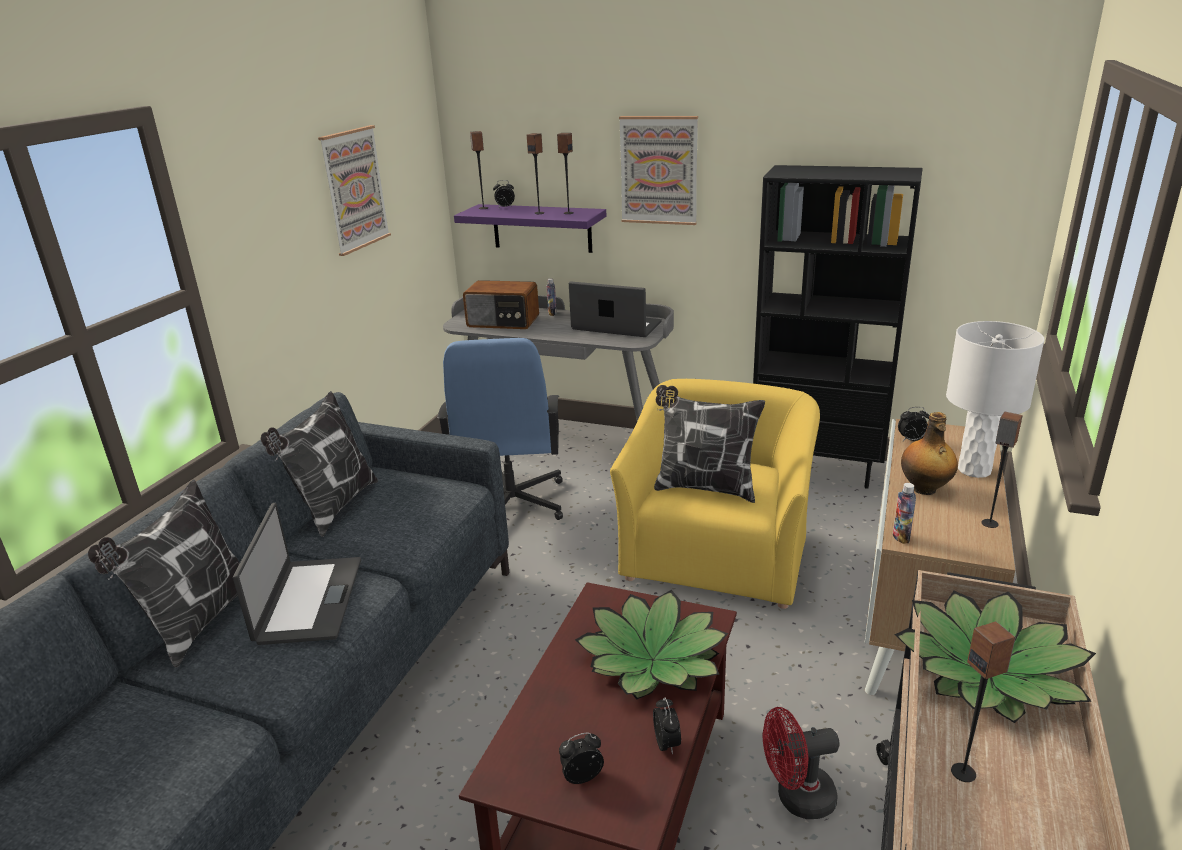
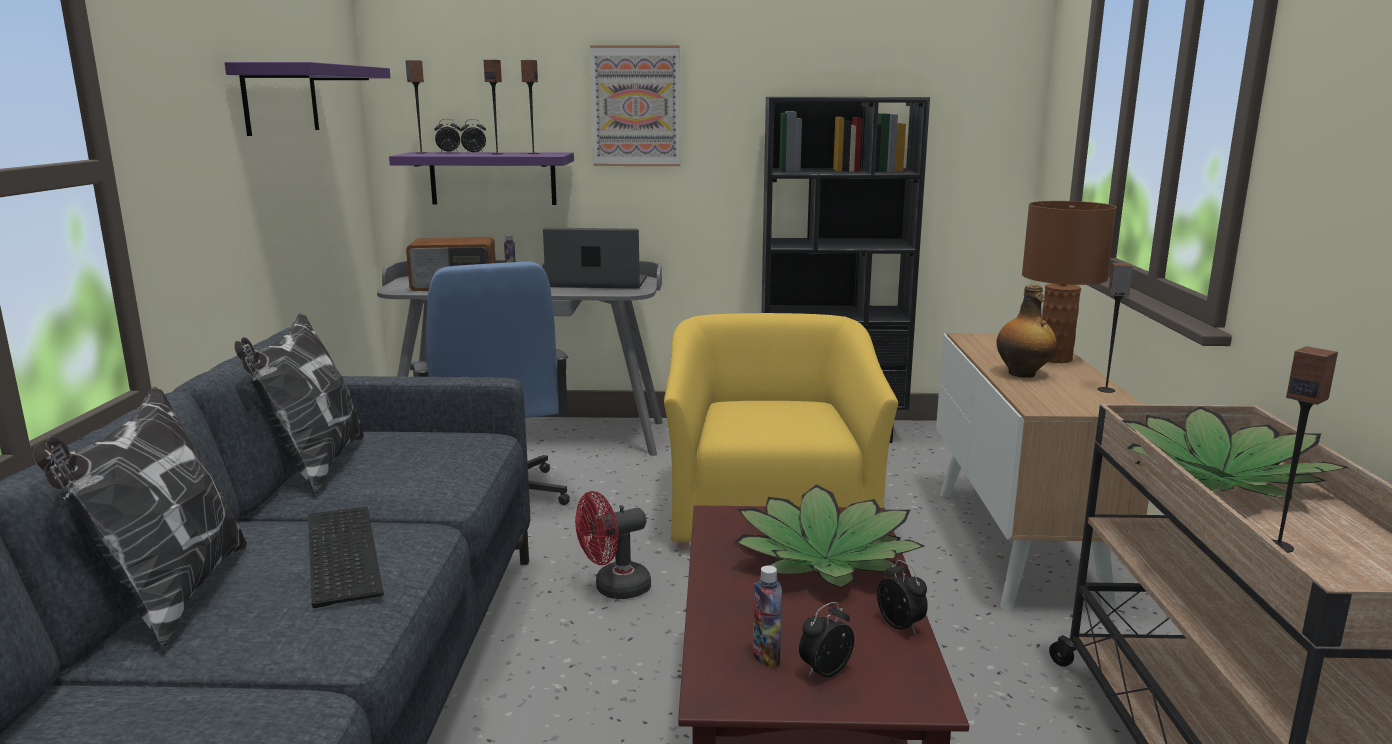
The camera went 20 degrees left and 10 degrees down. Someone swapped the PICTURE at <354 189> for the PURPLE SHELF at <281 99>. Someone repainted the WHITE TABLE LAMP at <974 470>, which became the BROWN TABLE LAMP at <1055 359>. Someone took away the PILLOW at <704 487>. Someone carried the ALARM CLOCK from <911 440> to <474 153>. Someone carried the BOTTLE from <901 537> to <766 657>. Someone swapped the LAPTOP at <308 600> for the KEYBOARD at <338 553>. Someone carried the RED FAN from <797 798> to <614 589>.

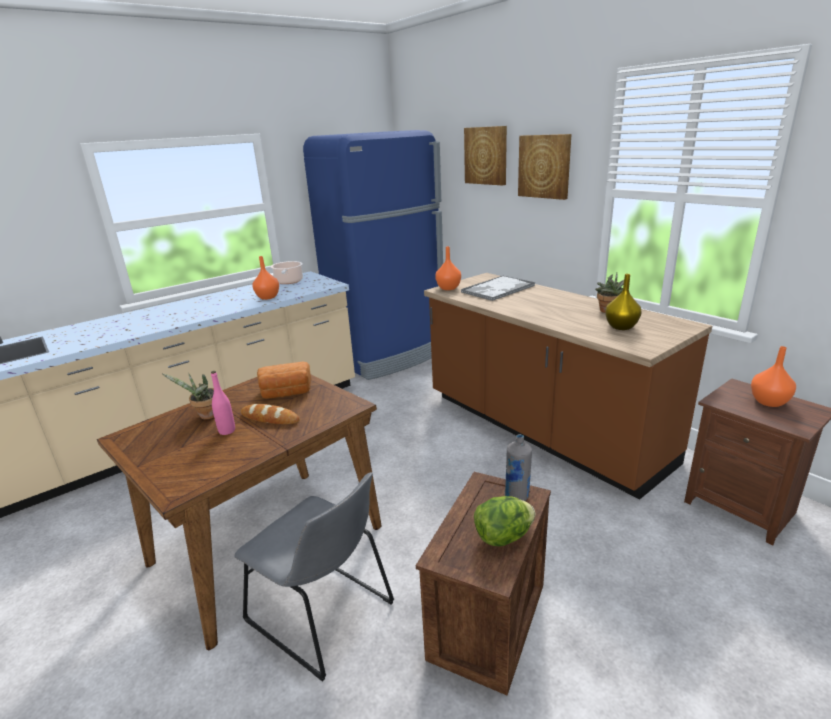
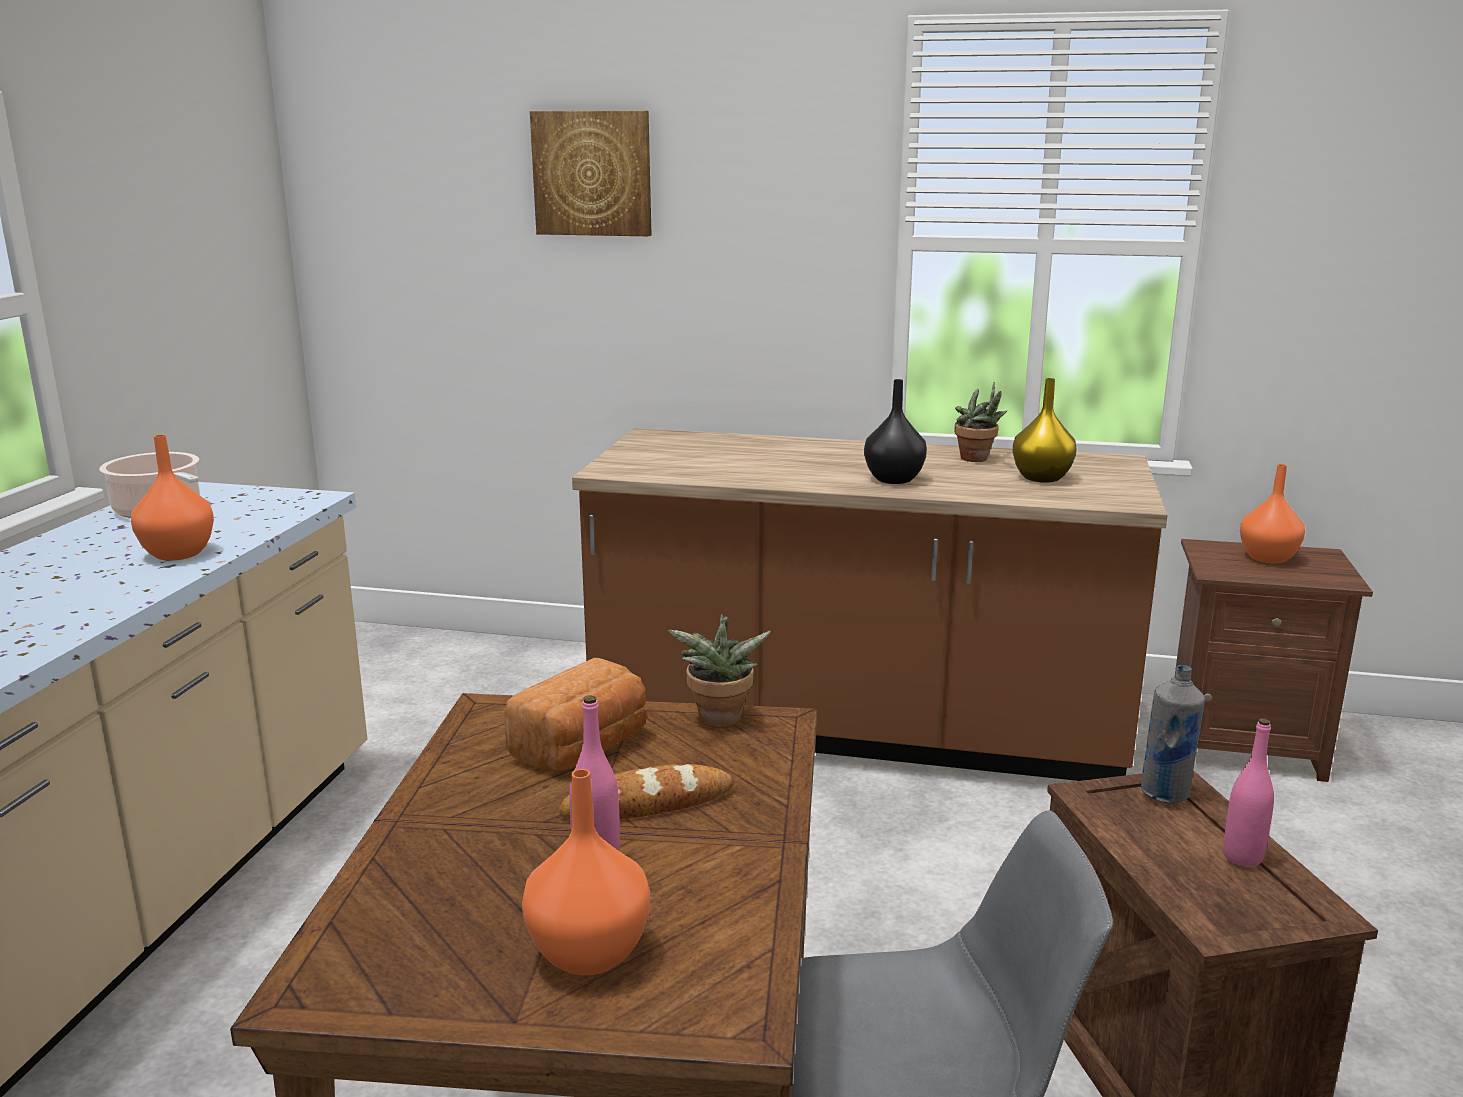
The camera went 40 degrees left and 5 degrees down. Someone took away the BLUE FRIDGE at <388 356>. Someone took away the PICTURE at <544 166>. Someone carried the ORANGE VASE from <449 288> to <591 952>. Someone took away the TRAY at <497 289>. Someone carried the POTTED PLANT from <206 416> to <719 721>. Someone swapped the LETTUCE at <503 537> for the PINK BOTTLE at <1242 857>. Someone put down the BLACK VASE at <892 479>.

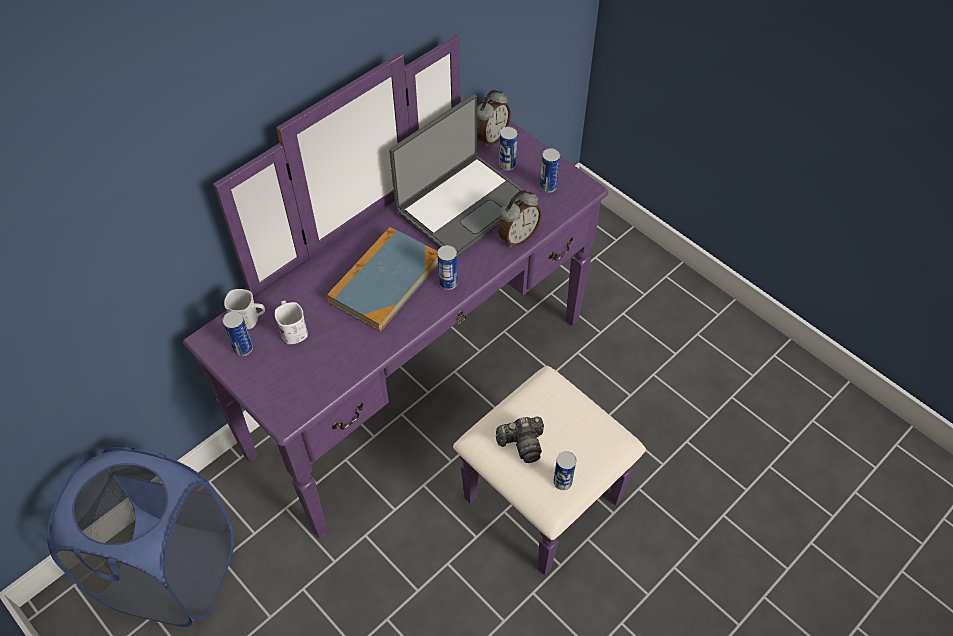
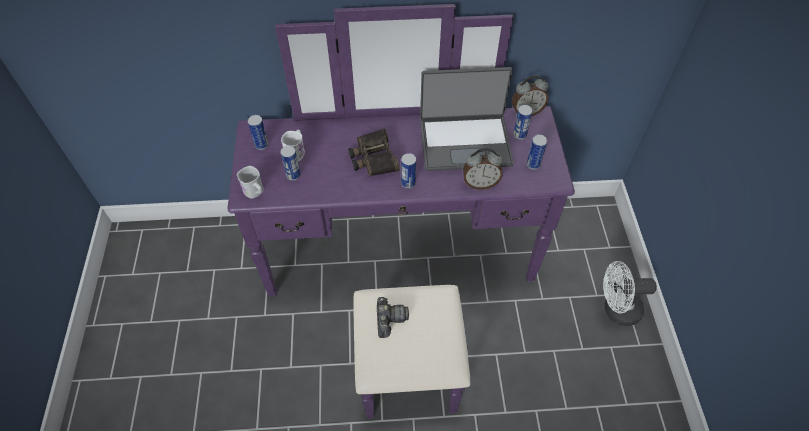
The camera went 40 degrees right and 0 degrees up. Someone swapped the BOOK at <384 281> for the BINOCULARS at <373 158>. Someone carried the WHITE MUG from <250 320> to <255 192>. Someone rotated the PHOTO CAMERA at <522 444> by 120 degrees counterclockwise. Someone took away the BLUE LAUNDRY BASKET at <171 573>. Someone carried the CAN from <562 482> to <293 175>. Someone put down the WHITE FAN at <616 310>.

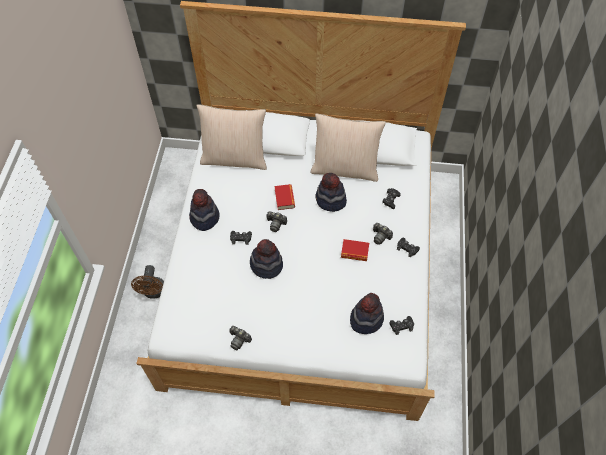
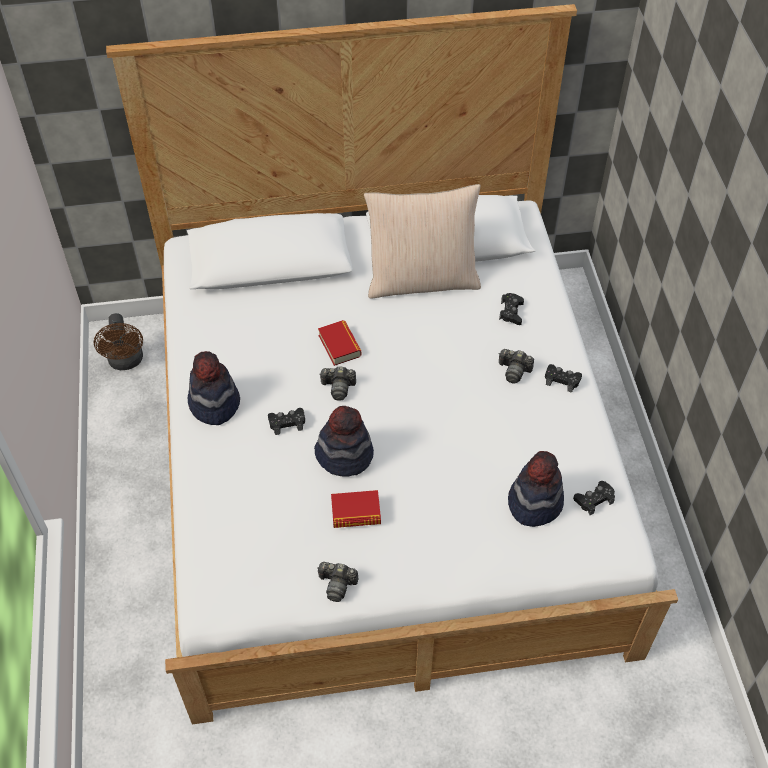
The camera went 15 degrees left and 5 degrees down. Someone took away the BEIGE PILLOW at <235 158>. Someone took away the HAT at <330 200>. Someone carried the BOOK from <354 252> to <356 512>. Someone carried the BROWN FAN from <154 292> to <126 362>.

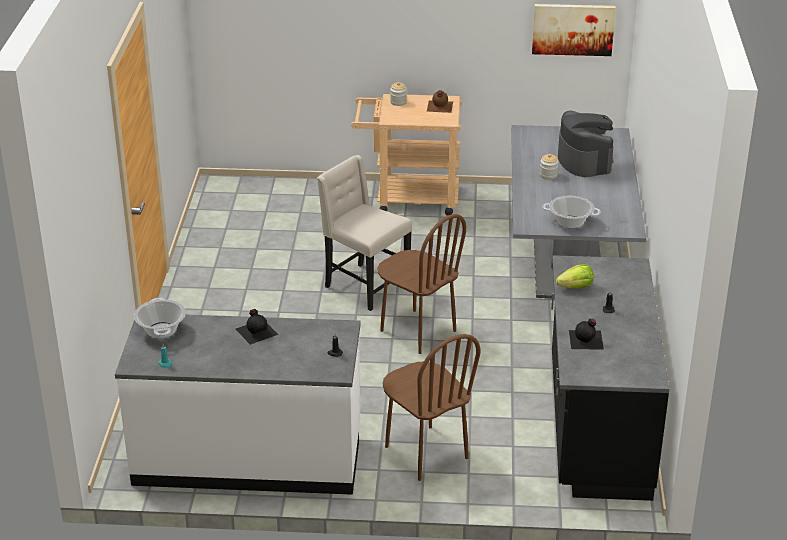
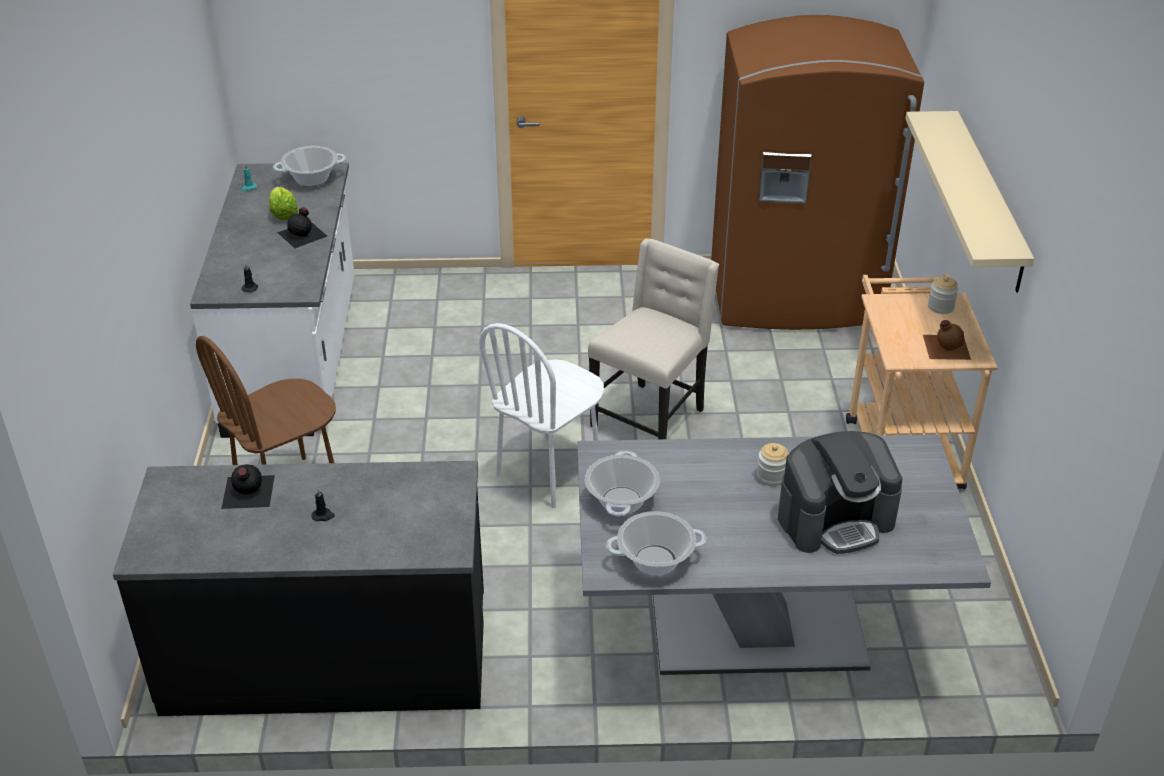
The camera went 85 degrees right and 5 degrees up. Someone took away the PICTURE at <573 29>. Someone repainted the BROWN CHAIR at <417 331>, which became the WHITE CHAIR at <549 472>. Someone carried the LETTUCE from <576 287> to <283 214>. Someone put down the BROWN FRIDGE at <796 297>. Someone put up the BEIGE SHELF at <988 200>. Someone put down the COOKING POT at <655 560>.

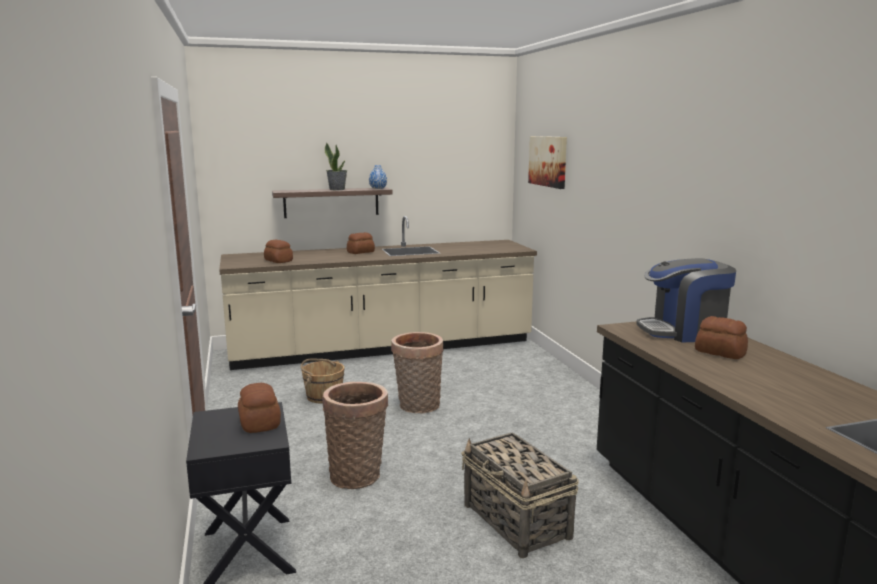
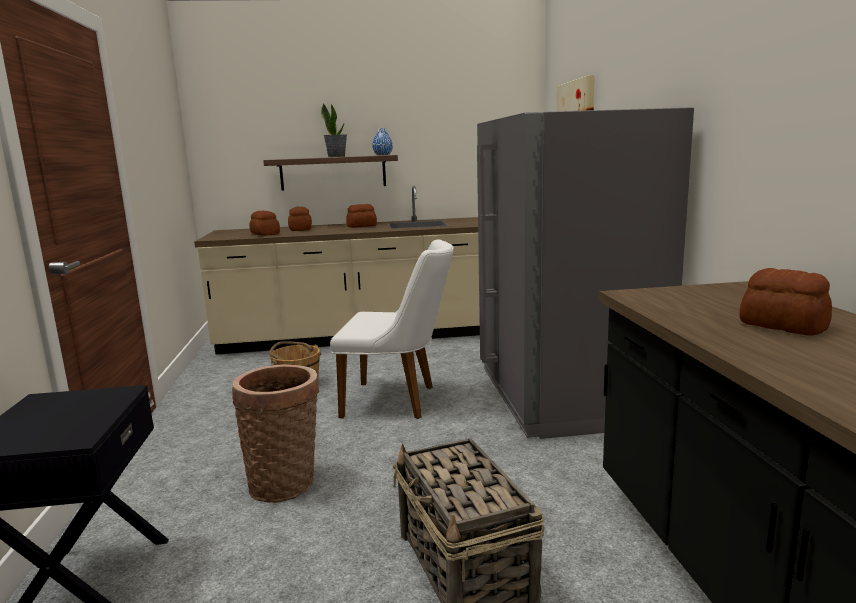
The camera went 10 degrees right and 0 degrees up. Someone took away the COFFEE MACHINE at <683 331>. Someone swapped the BASKET at <418 407> for the WHITE CHAIR at <398 401>. Someone carried the BREAD from <260 422> to <301 229>. Someone put down the GREY FRIDGE at <563 395>.

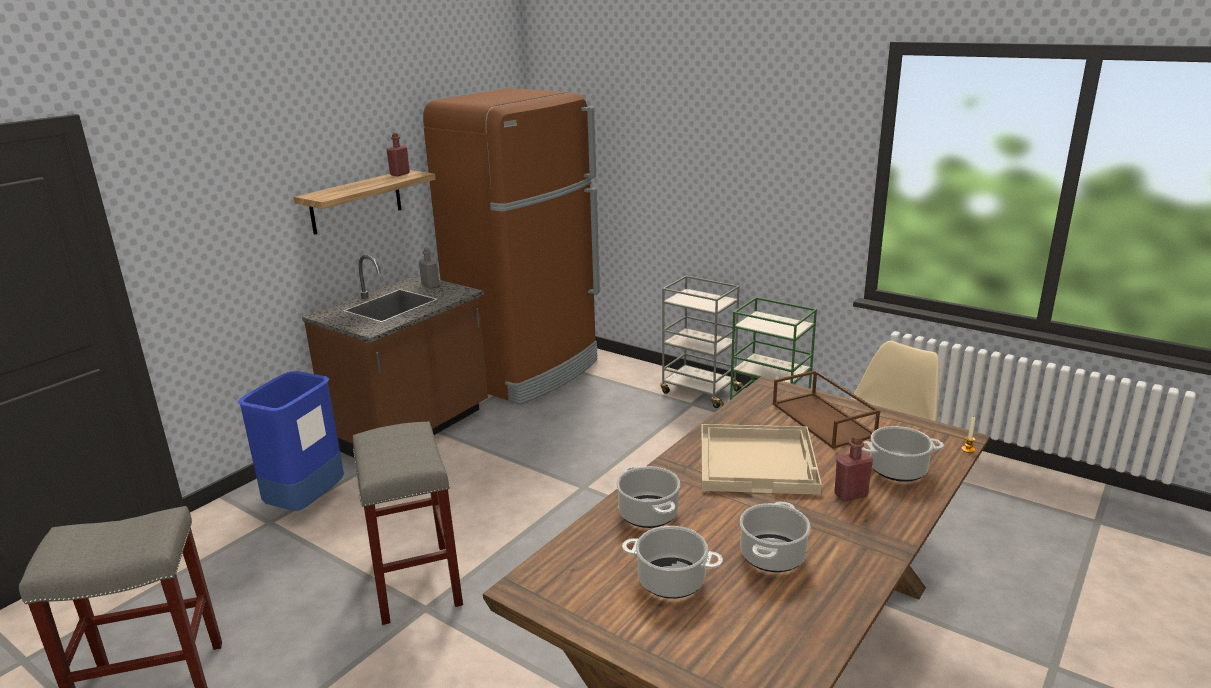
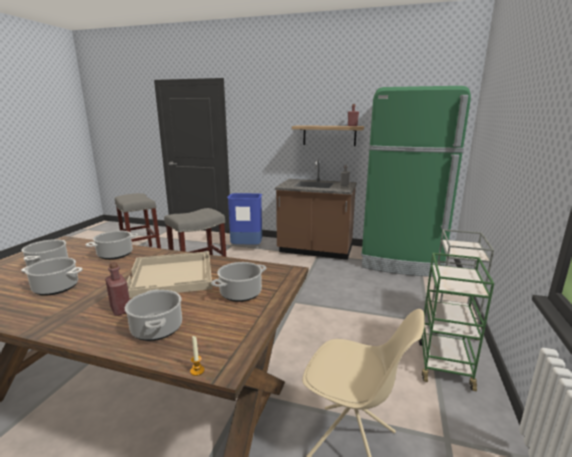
The camera went 70 degrees right and 5 degrees down. Someone repainted the BROWN FRIDGE at <528 371>, which became the GREEN FRIDGE at <401 262>. Someone swapped the BROWN TRAY at <824 420> for the COOKING POT at <240 294>.

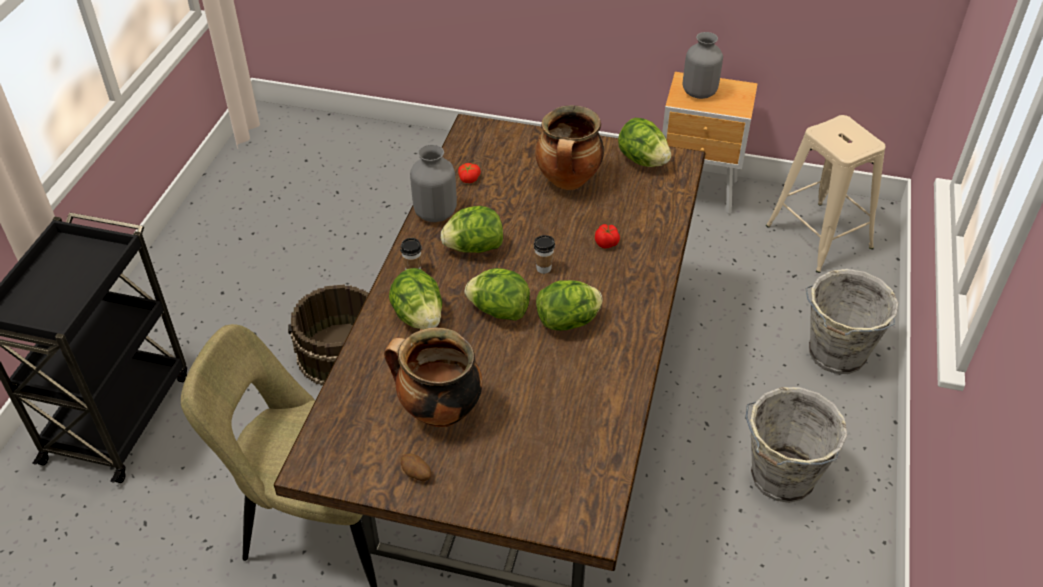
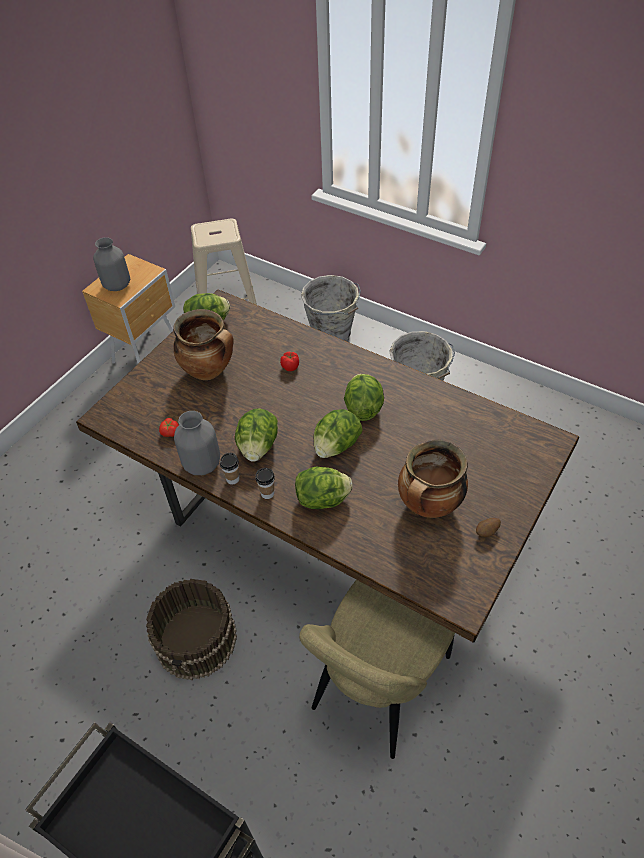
The camera went 70 degrees left and 5 degrees up. Someone carried the CUP from <543 268> to <232 479>.

